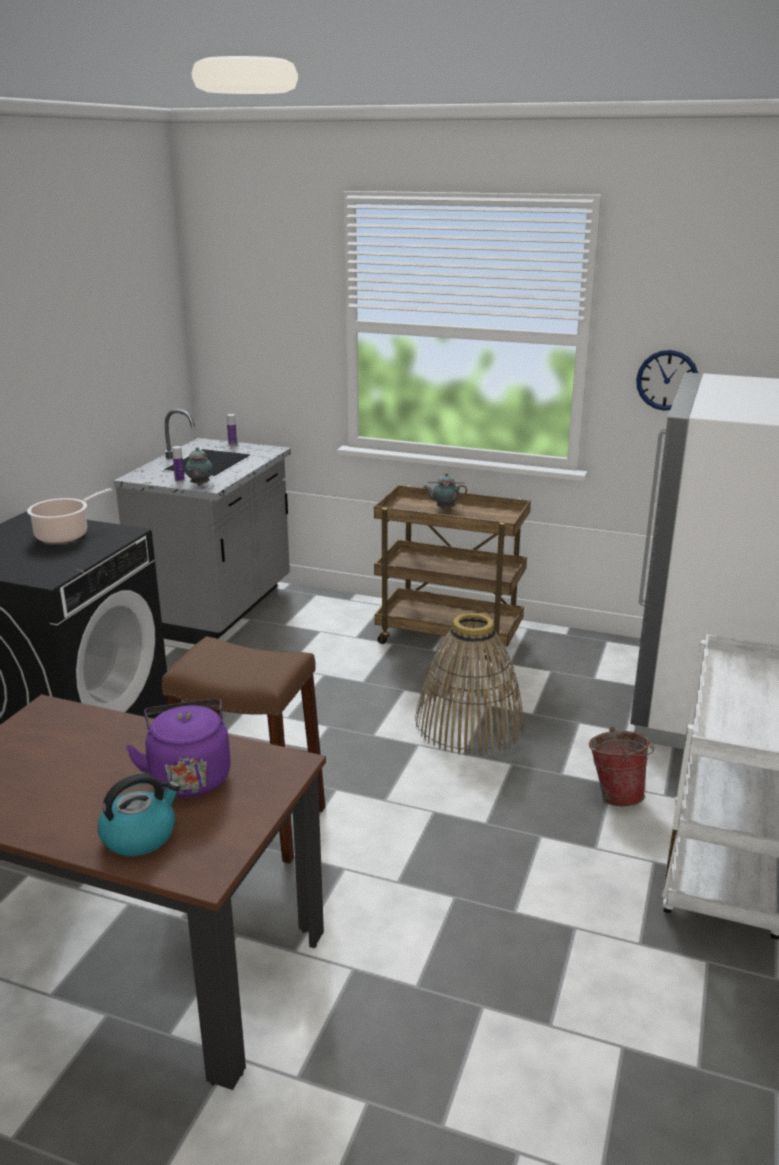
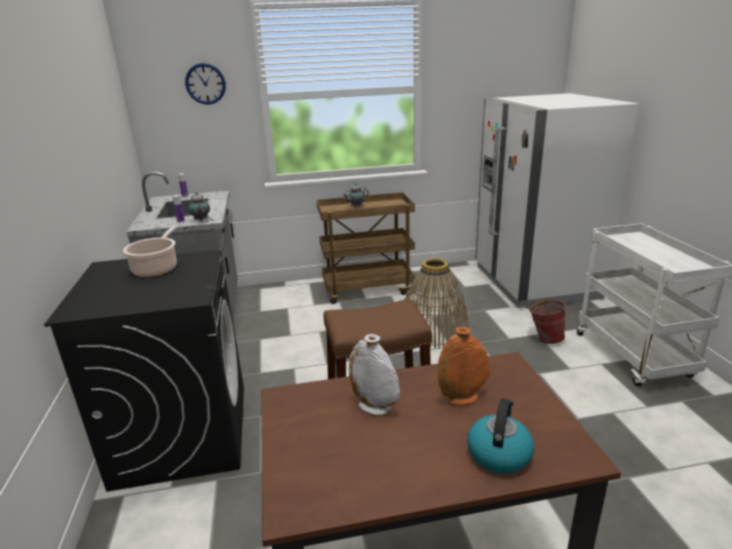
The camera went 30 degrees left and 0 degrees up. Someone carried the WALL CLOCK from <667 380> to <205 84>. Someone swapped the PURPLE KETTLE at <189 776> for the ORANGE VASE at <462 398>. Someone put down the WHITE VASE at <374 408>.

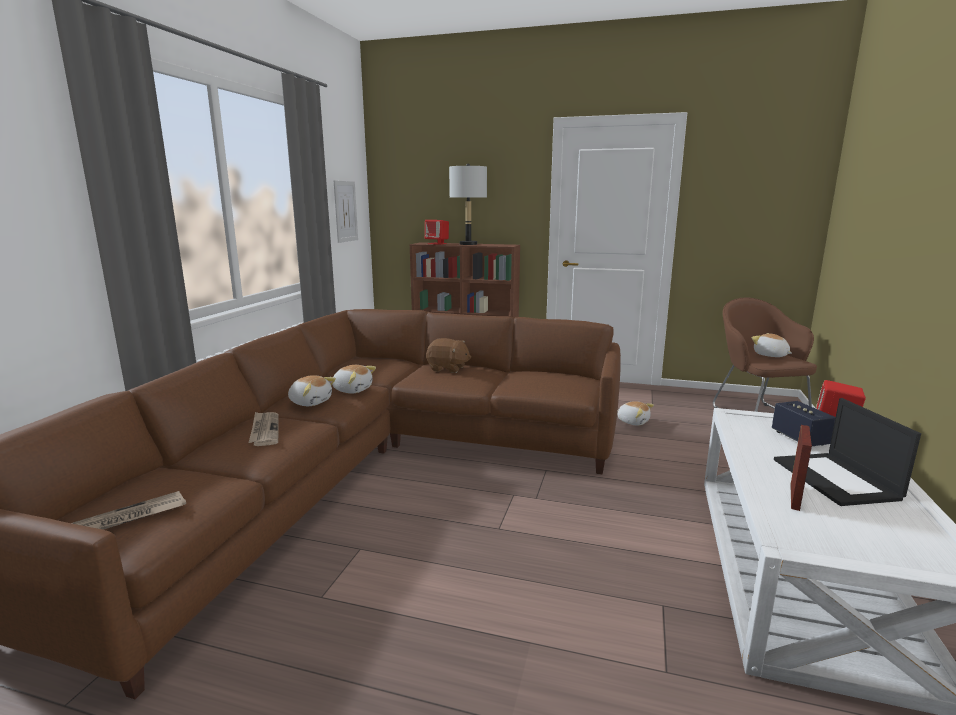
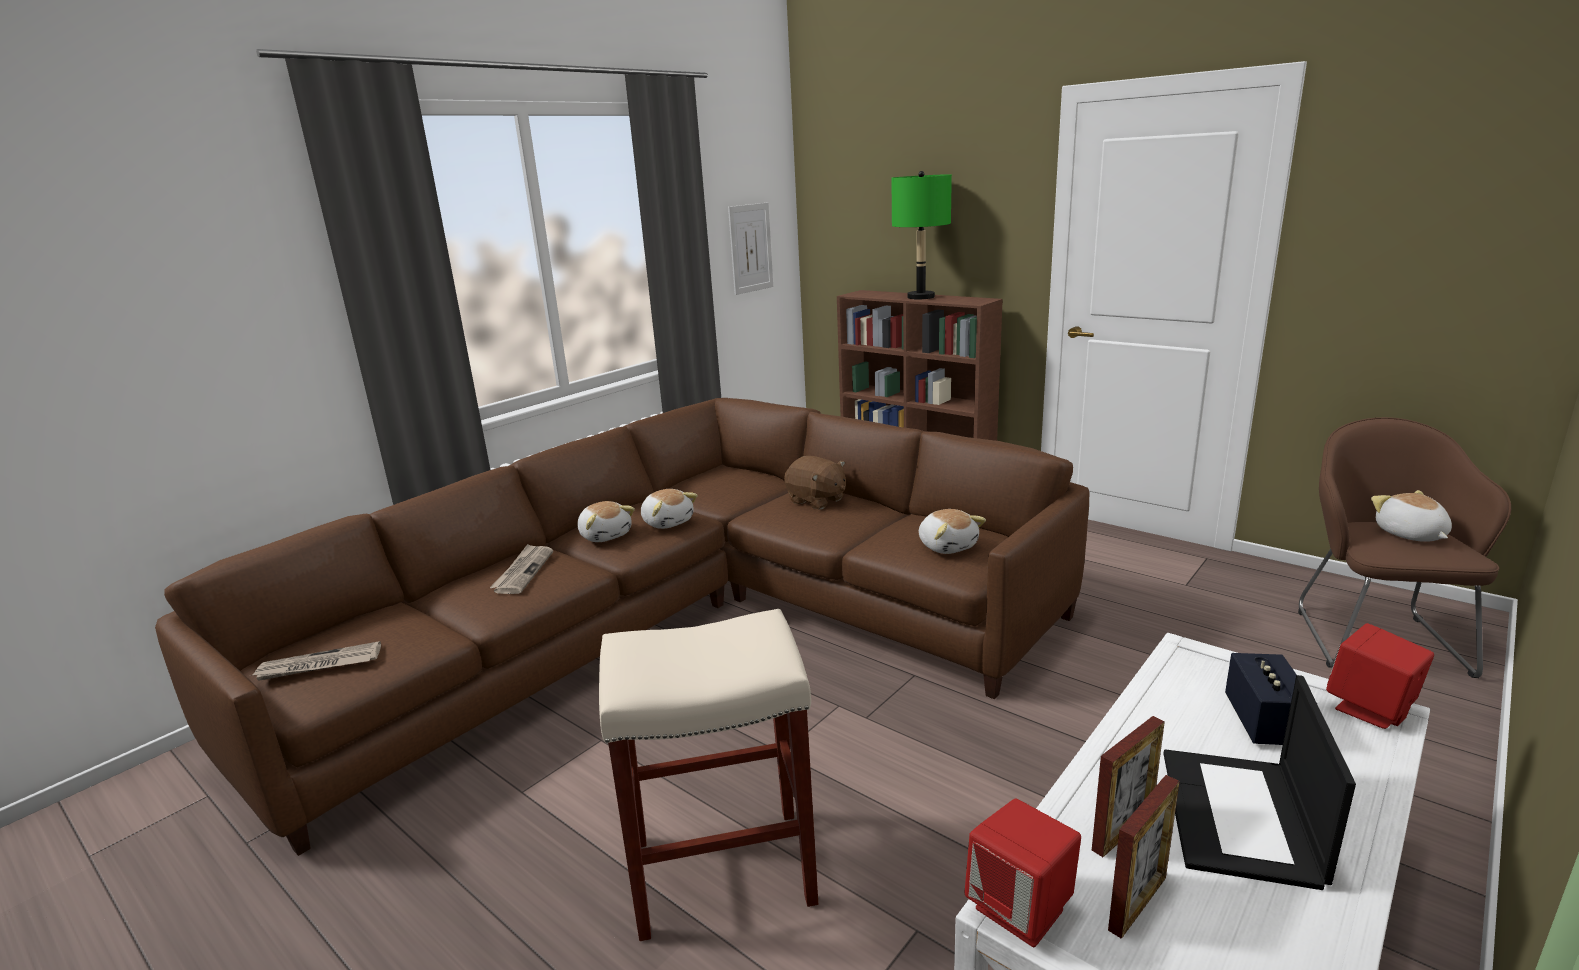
The camera went 25 degrees right and 5 degrees up. Someone repainted the GREY TABLE LAMP at <468 244>, which became the GREEN TABLE LAMP at <920 297>. Someone carried the RED SPEAKER from <437 243> to <1021 909>. Someone carried the PLUSH TOY from <633 421> to <947 546>. Someone put down the BEIGE STOOL at <724 869>. Someone put down the PICTURE FRAME at <1137 903>.

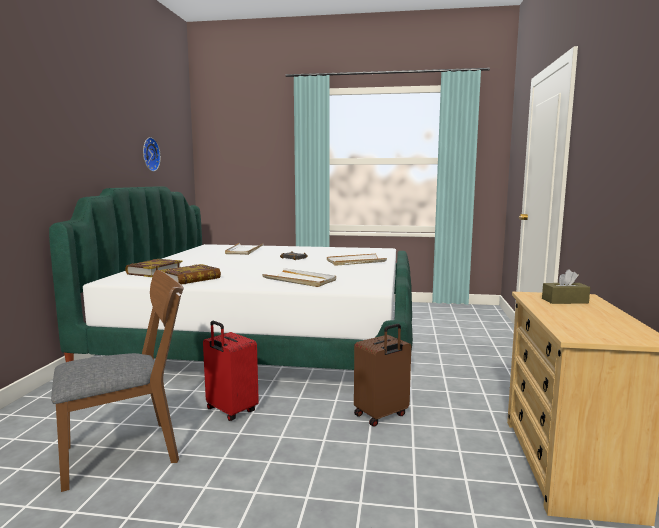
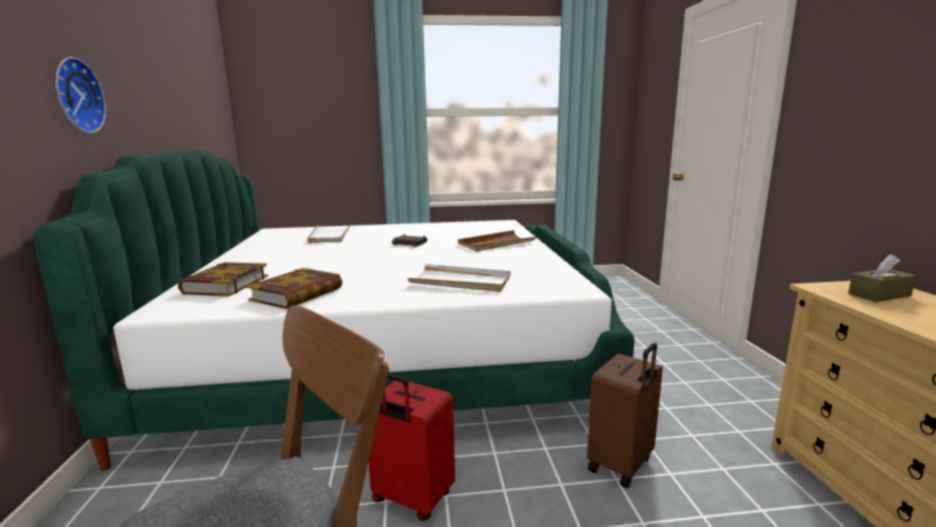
The camera went 15 degrees left and 5 degrees up. Someone carried the WALL CLOCK from <149 154> to <75 96>. Someone repainted the WHITE TRAY at <355 262>, which became the BROWN TRAY at <496 244>.

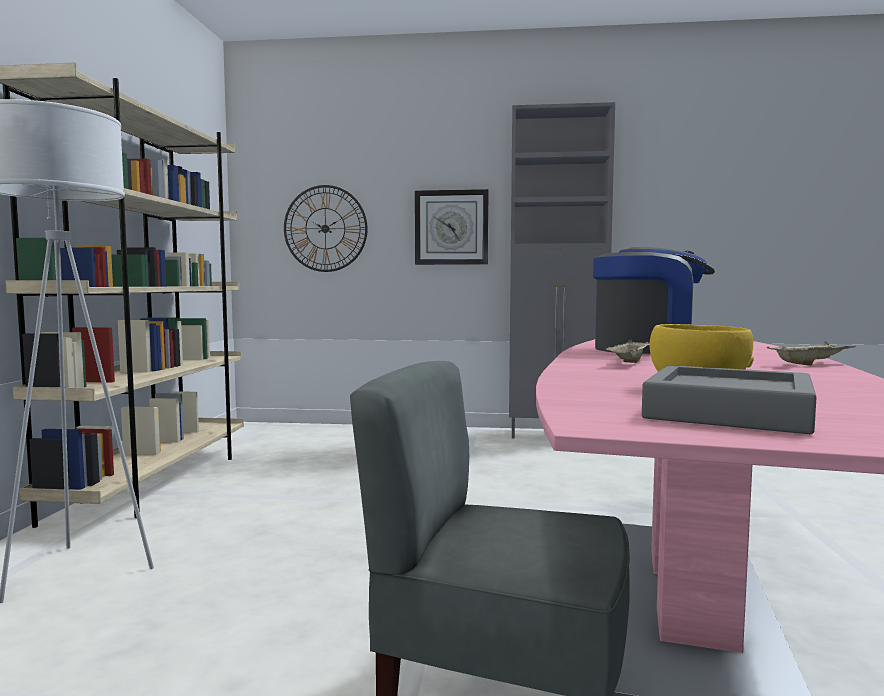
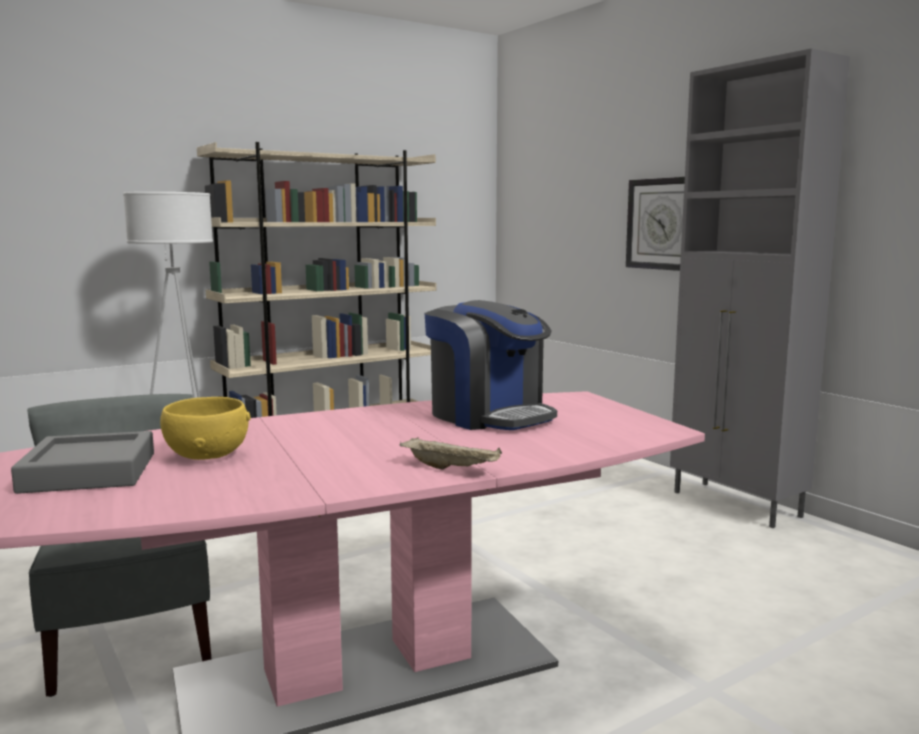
The camera went 50 degrees right and 5 degrees up. Someone took away the WALL CLOCK at <325 228>. Someone took away the BEIGE TRAY at <630 363>.

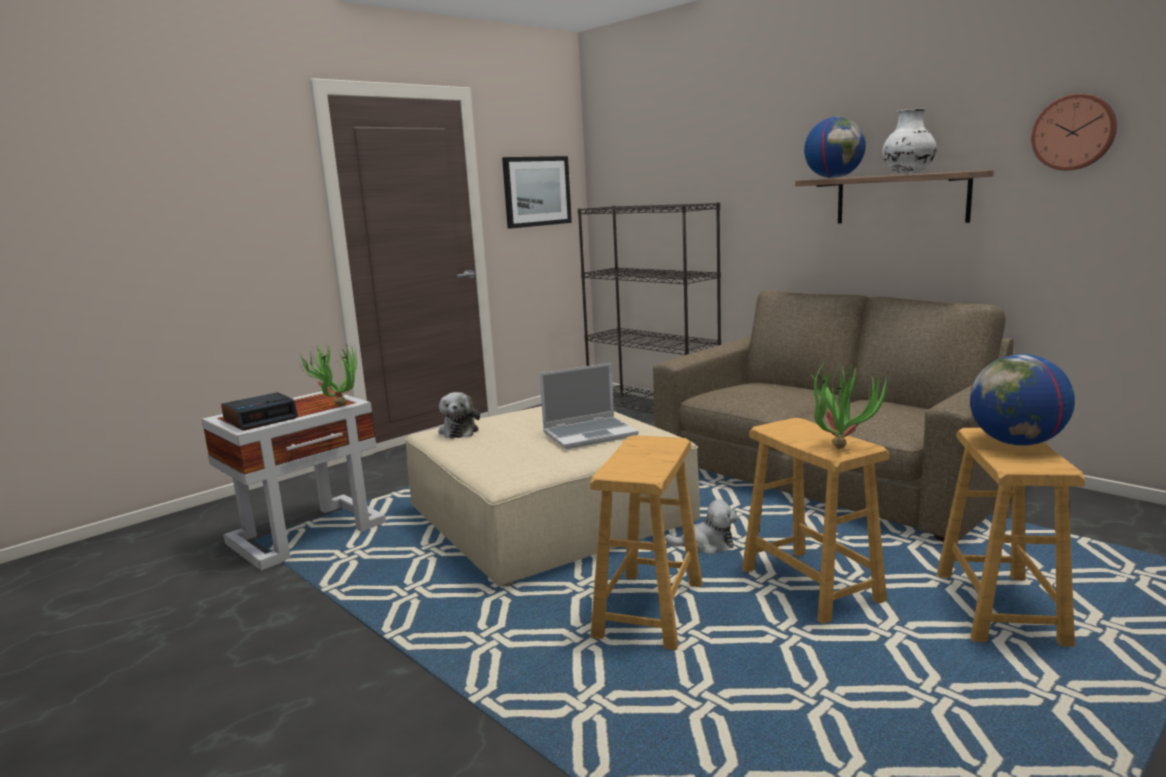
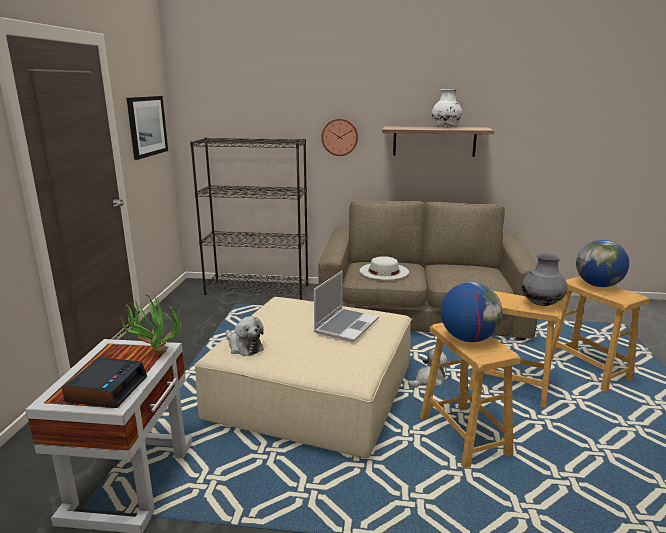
The camera went 40 degrees left and 5 degrees up. Someone carried the WALL CLOCK from <1074 132> to <340 137>. Someone carried the GLOBE from <834 178> to <468 338>. Someone swapped the POTTED PLANT at <841 445> for the GREY VASE at <541 304>. Someone put down the WHITE HAT at <384 271>.

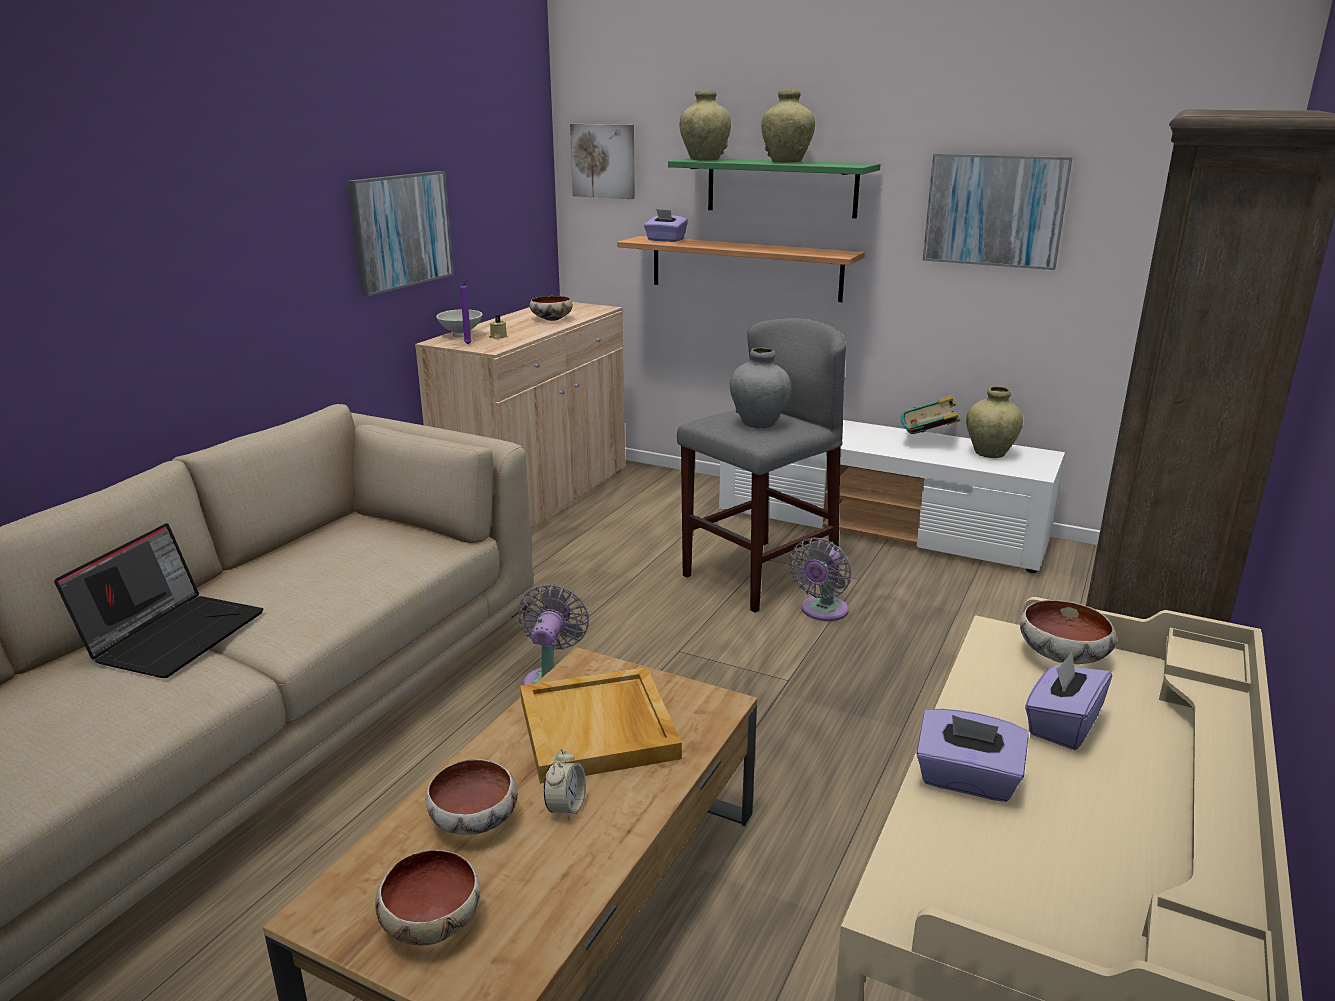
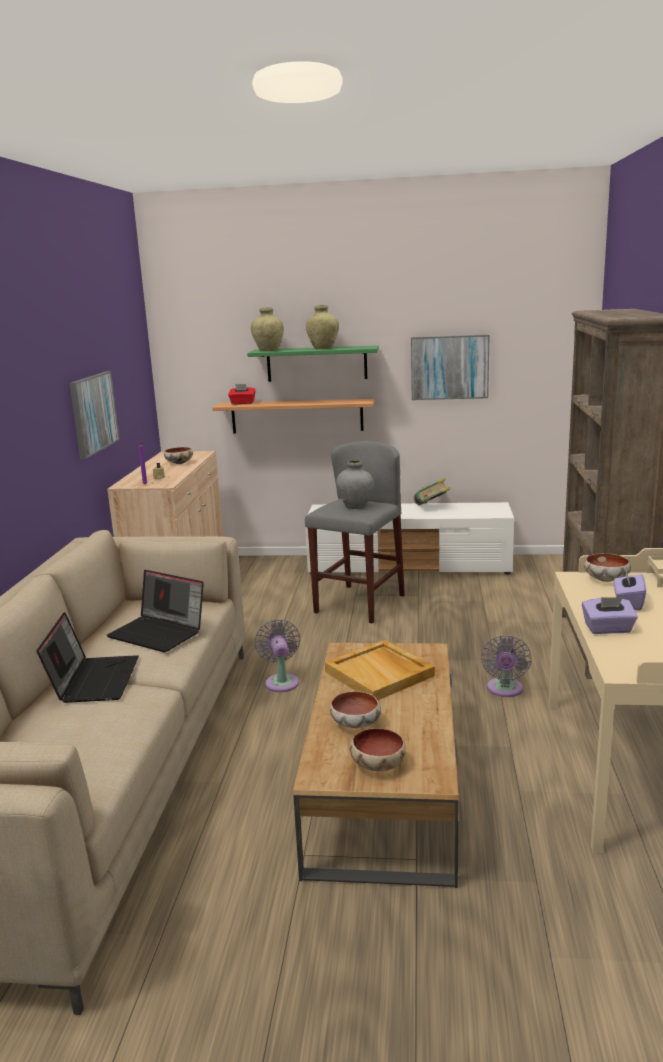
The camera went 20 degrees left and 5 degrees down. Someone took away the PICTURE at <604 161>. Someone repainted the PURPLE TISSUE BOX at <665 240>, which became the RED TISSUE BOX at <242 403>. Someone took away the WHITE BOWL at <462 335>. Someone took away the BEIGE VASE at <989 453>. Someone carried the GREY FAN from <822 612> to <504 690>. Someone took away the ALARM CLOCK at <566 808>. Someone put down the LAPTOP at <159 633>.

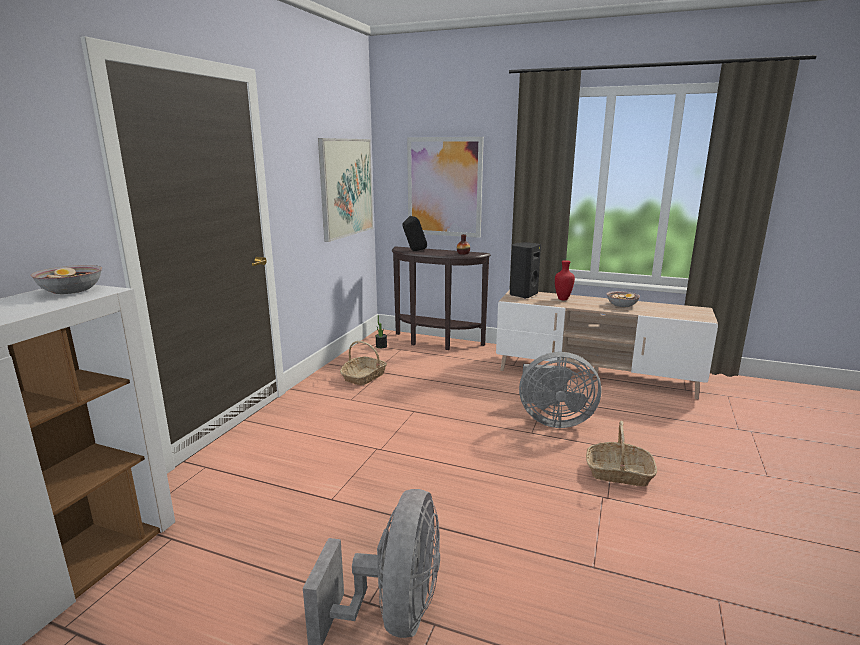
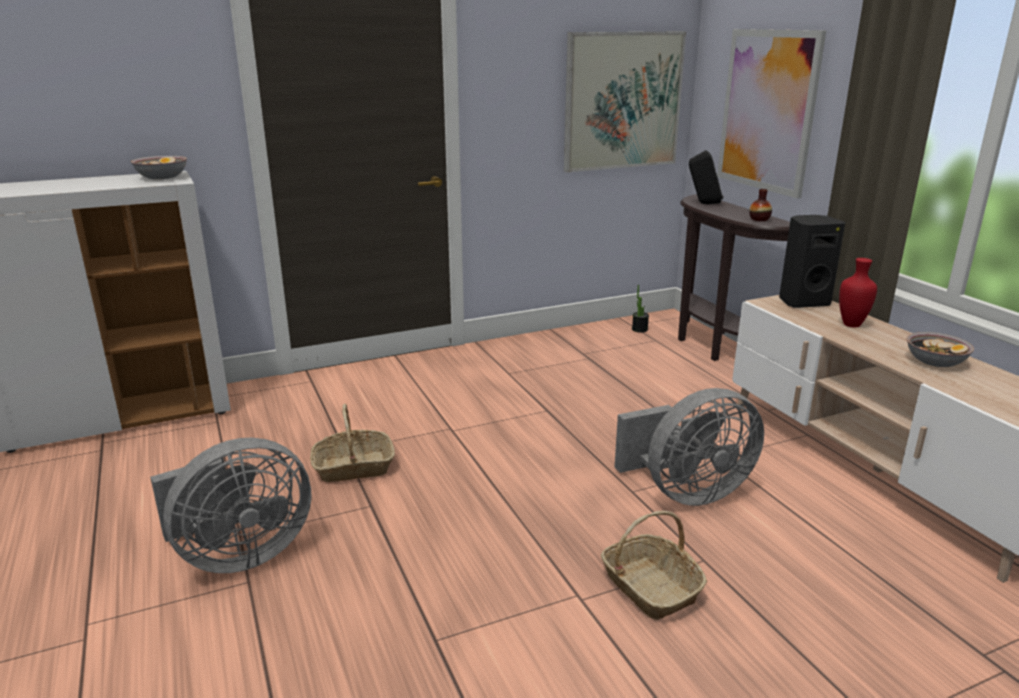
The camera went 45 degrees right and 5 degrees up. Someone carried the BASKET from <364 377> to <353 467>. Someone rotated the GREY FAN at <553 420> by 75 degrees counterclockwise.

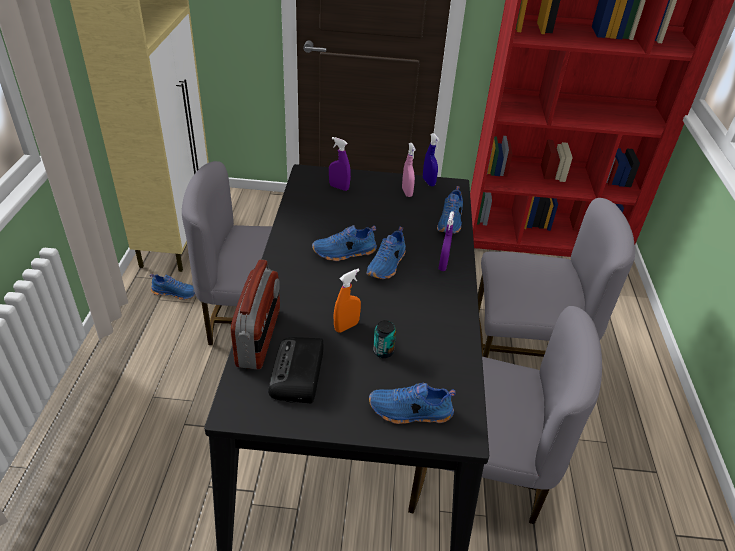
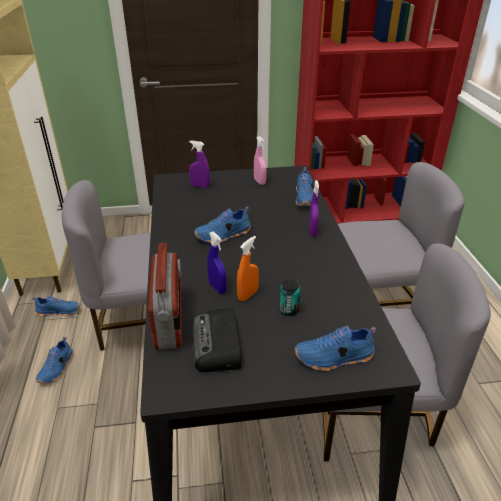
The camera went 10 degrees left and 5 degrees down. Someone carried the BLUE SPRAY BOTTLE from <428 182> to <217 288>. Someone carried the BLUE SHOE from <387 265> to <57 368>.

